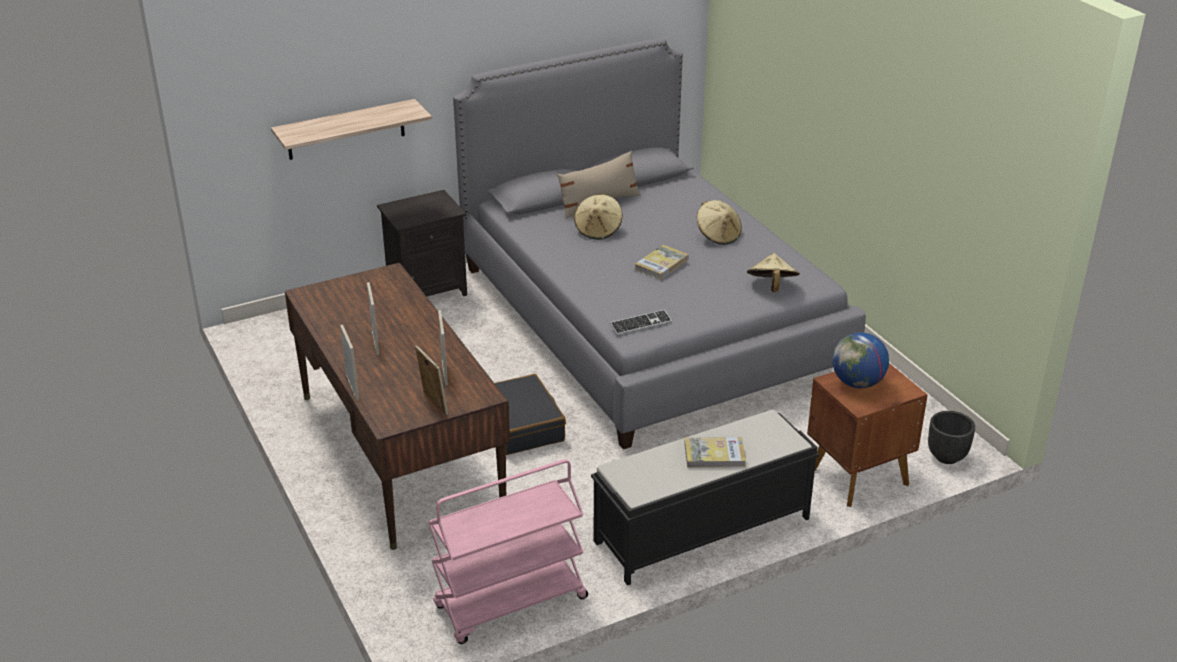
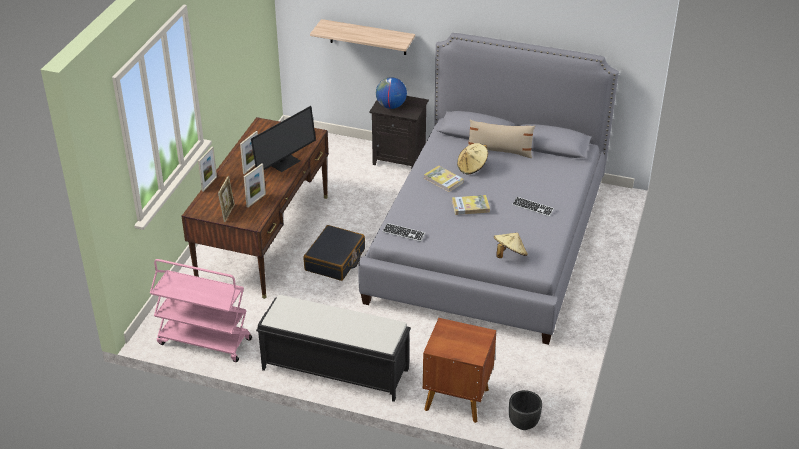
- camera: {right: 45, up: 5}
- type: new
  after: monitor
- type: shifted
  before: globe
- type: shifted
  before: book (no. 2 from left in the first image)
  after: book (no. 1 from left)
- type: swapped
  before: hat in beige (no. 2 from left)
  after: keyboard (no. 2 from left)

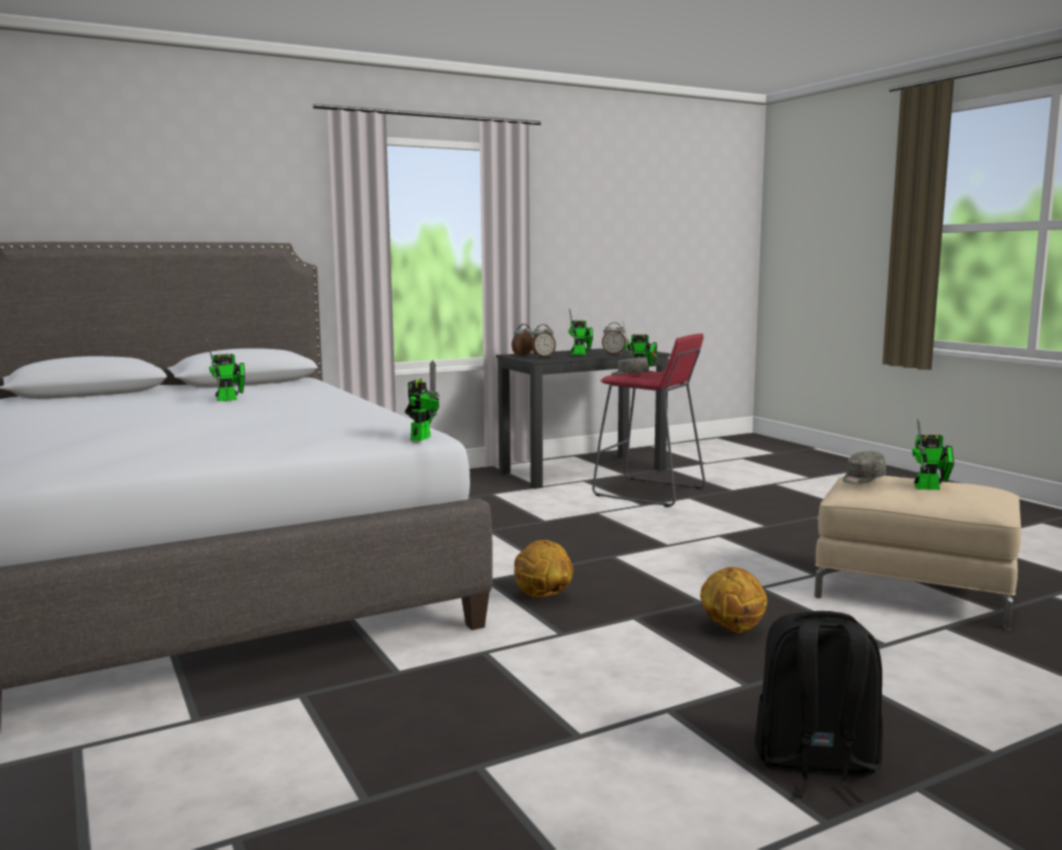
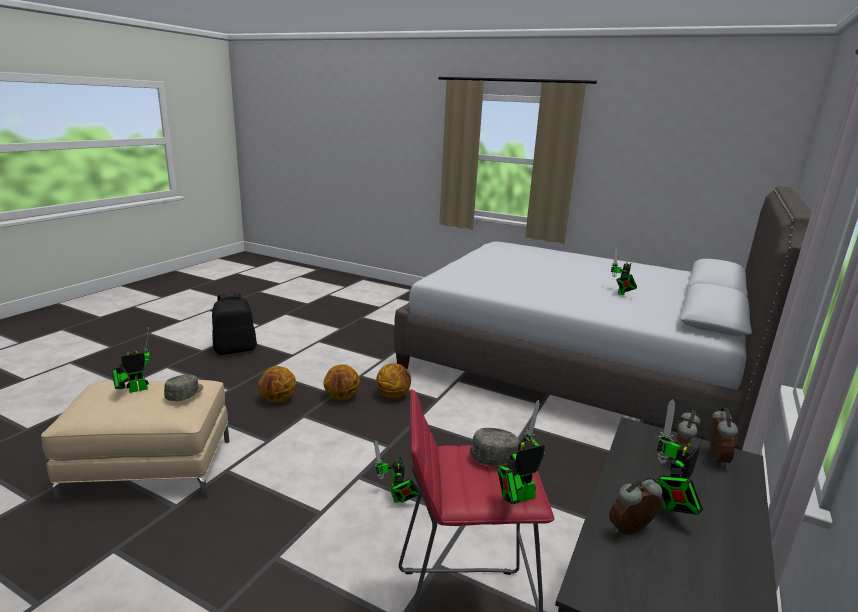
- camera: {right: 145, up: 10}
- type: new
  after: basketball (no. 2 from left)
- type: shifted
  before: toy robot (no. 2 from left)

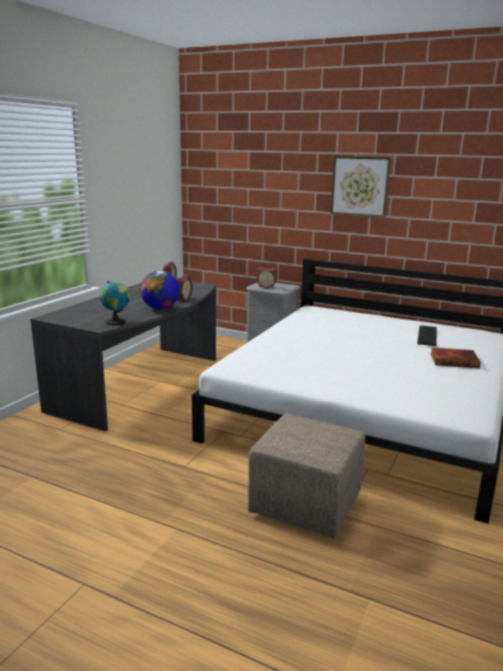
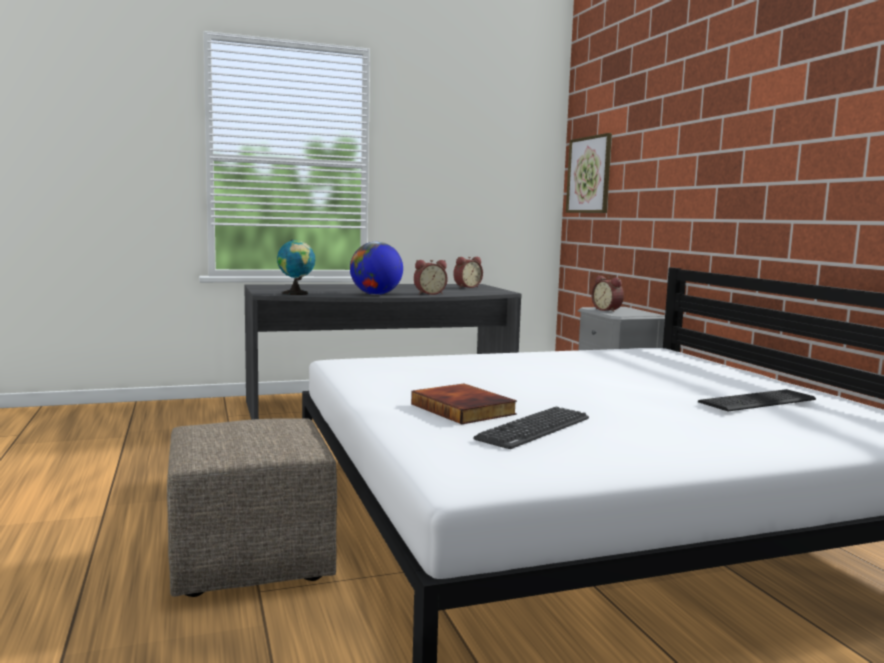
- camera: {right: 45, up: -10}
- type: shifted
  before: book
- type: new
  after: keyboard (no. 1 from left)
- type: shifted
  before: picture

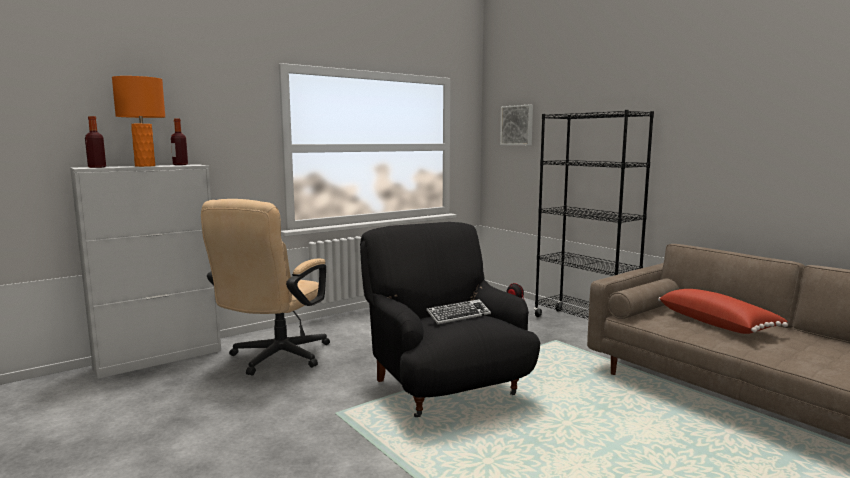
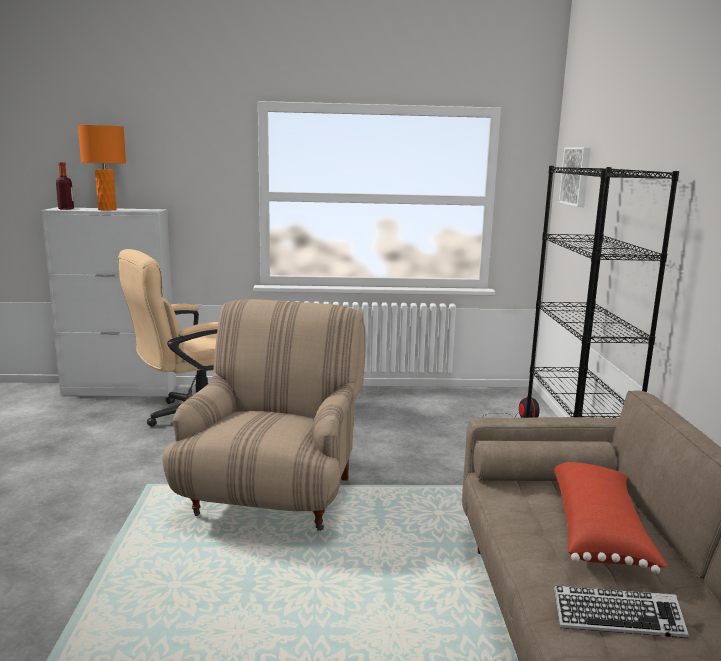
- camera: {right: 35, up: 5}
- type: repainted
  before: armchair in black
  after: armchair in beige
- type: shifted
  before: keyboard
- type: gone
  before: bottle (no. 2 from left)

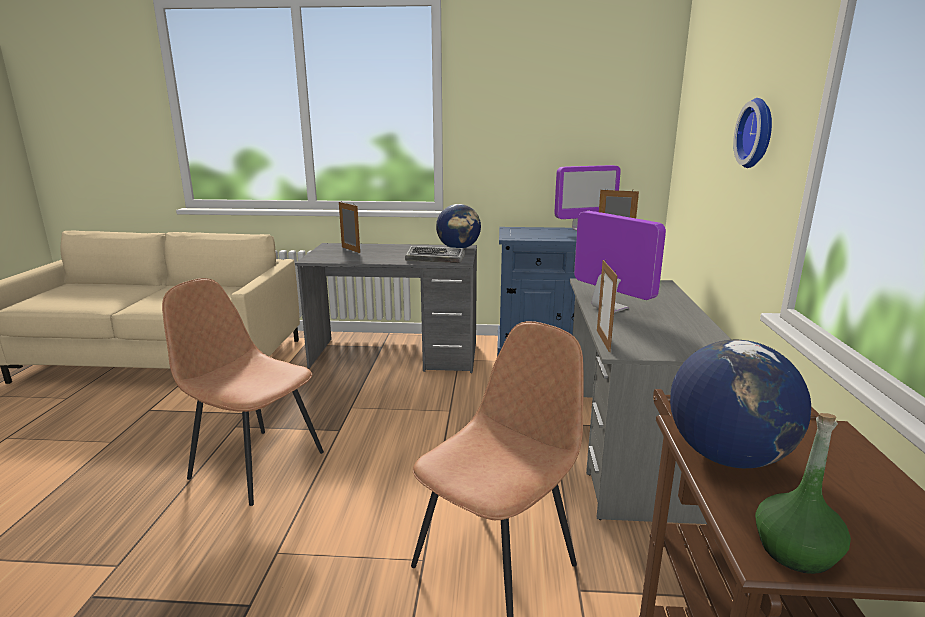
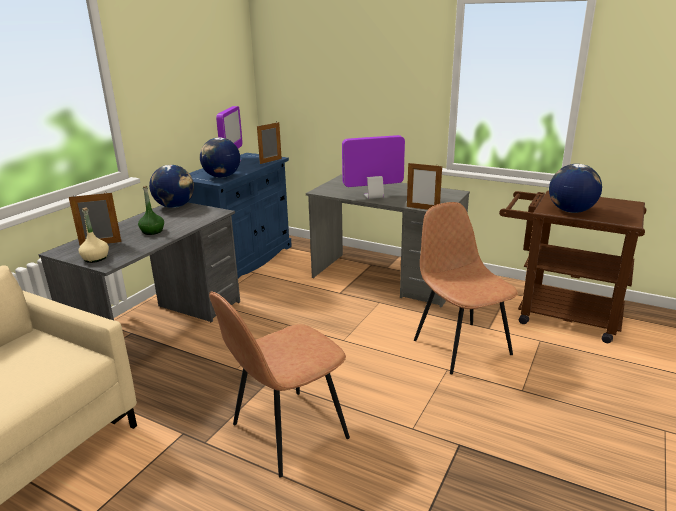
- camera: {right: -65, up: 5}
- type: new
  after: bottle in beige
- type: shifted
  before: bottle in green
- type: new
  after: globe (no. 2 from left)
- type: gone
  before: keyboard
- type: gone
  before: wall clock

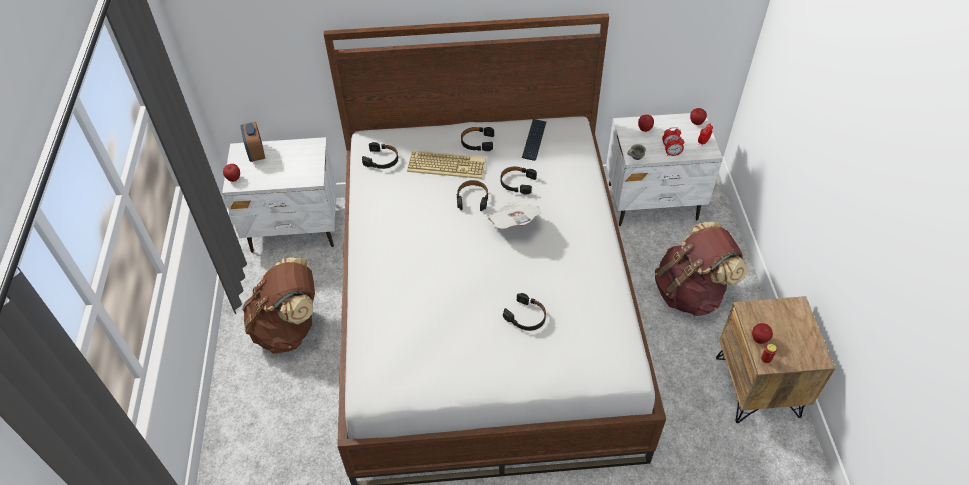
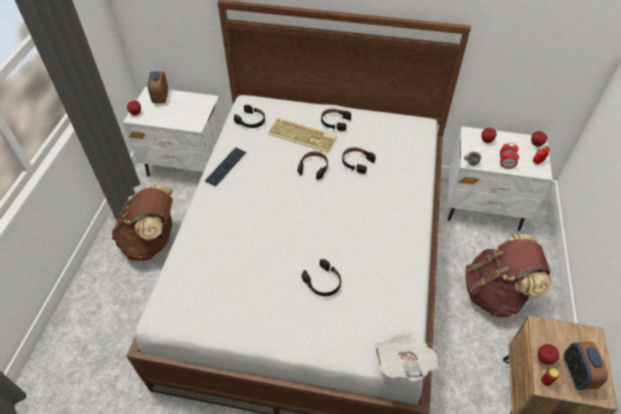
- camera: {right: 15, up: 0}
- type: shifted
  before: keyboard (no. 2 from left in the first image)
  after: keyboard (no. 1 from left)
- type: shifted
  before: newspaper
- type: new
  after: alarm clock (no. 5 from left)

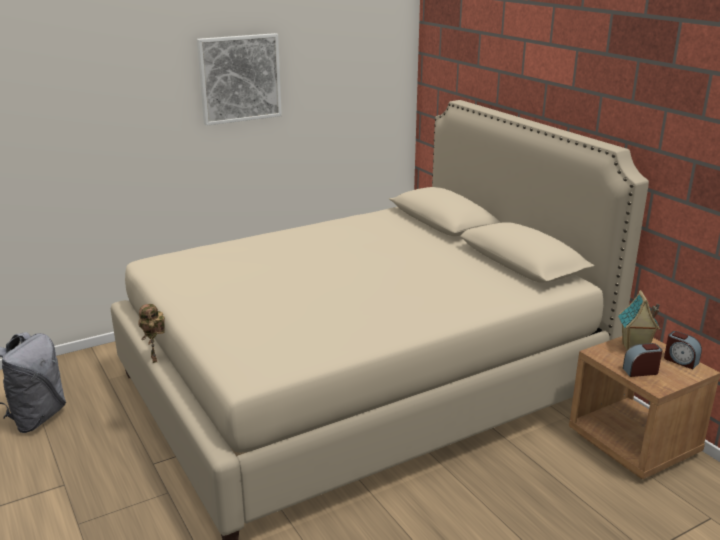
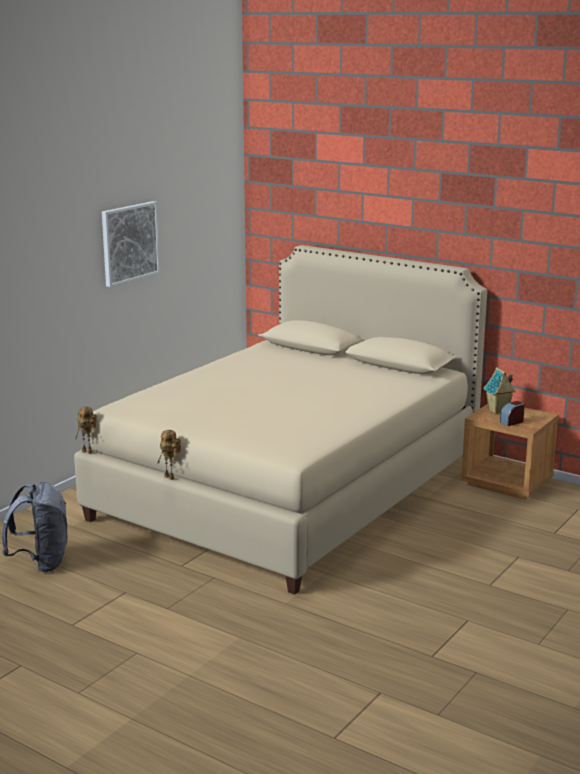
- camera: {right: -25, up: -5}
- type: new
  after: toy robot (no. 1 from left)
- type: gone
  before: alarm clock (no. 2 from left)

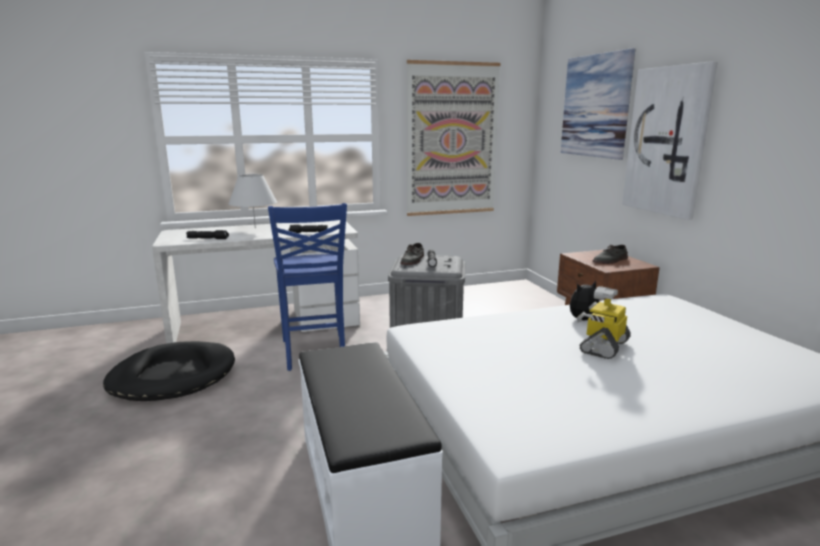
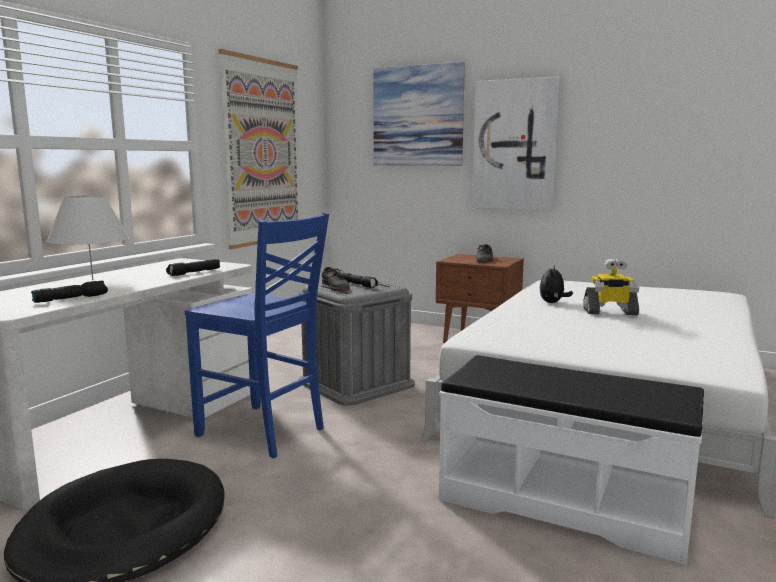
- camera: {right: -45, up: -5}
- type: rotated
  before: toy robot
  turn: -75

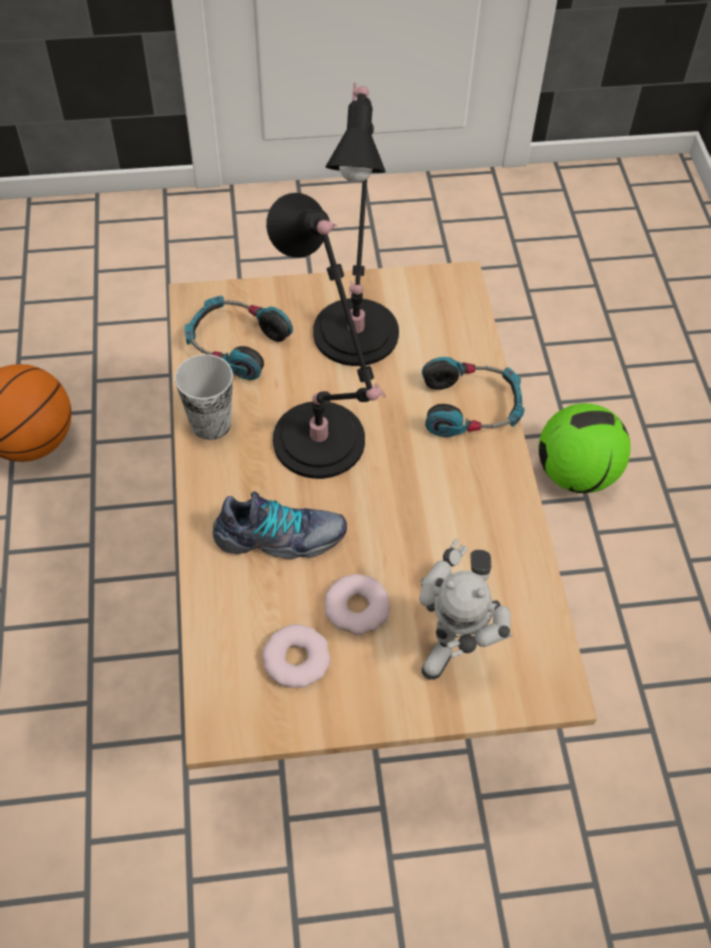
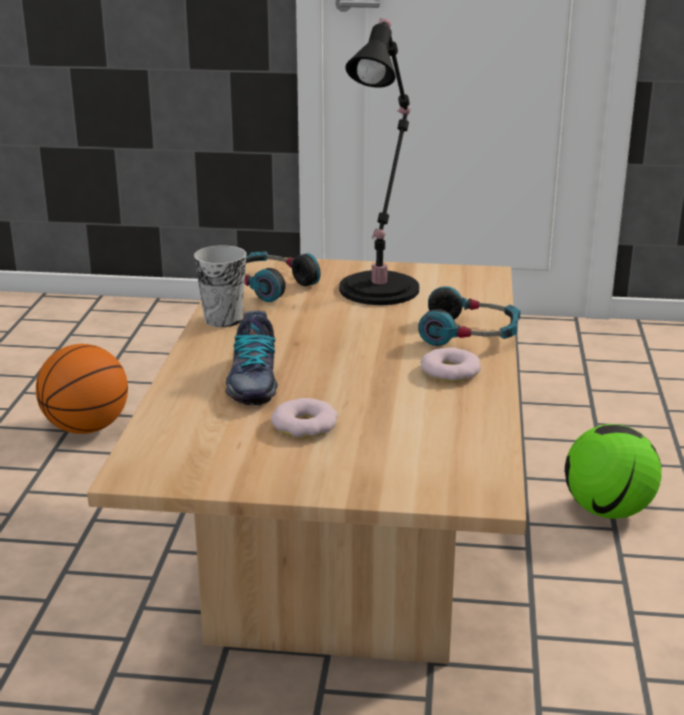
- camera: {right: 15, up: -30}
- type: rotated
  before: shoe
  turn: 75
- type: shifted
  before: donut (no. 1 from left in the first image)
  after: donut (no. 2 from left)
- type: gone
  before: table lamp in black (no. 1 from left)
- type: gone
  before: toy robot

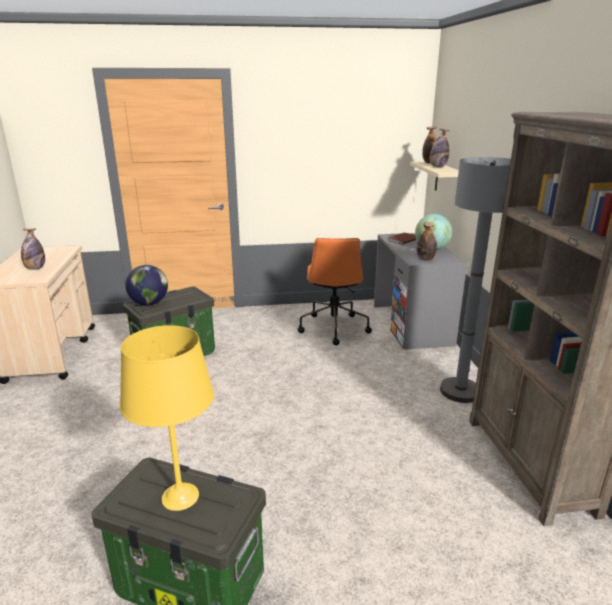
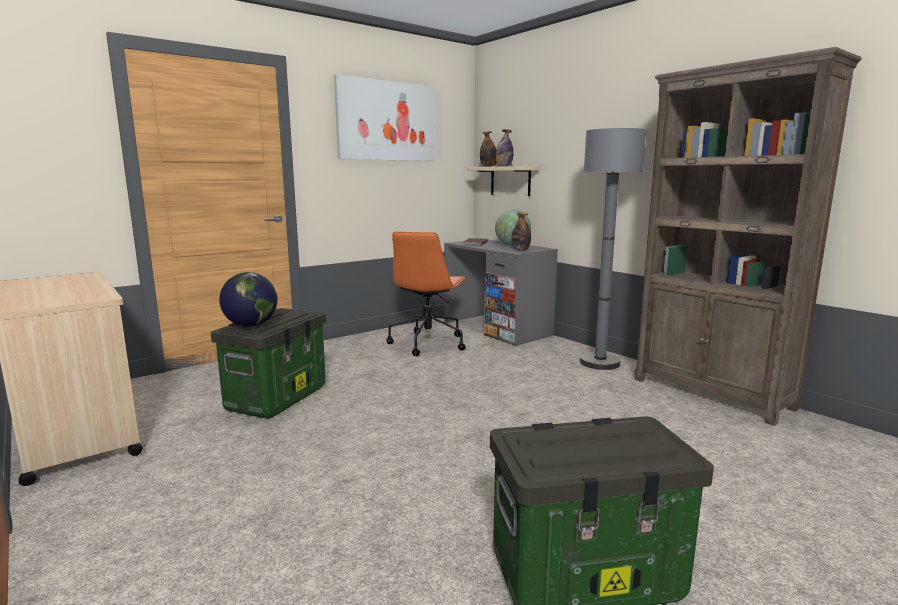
- camera: {right: -30, up: -10}
- type: new
  after: picture
- type: rotated
  before: office chair in orange
  turn: 45
- type: gone
  before: bottle (no. 1 from left)
- type: gone
  before: table lamp in yellow

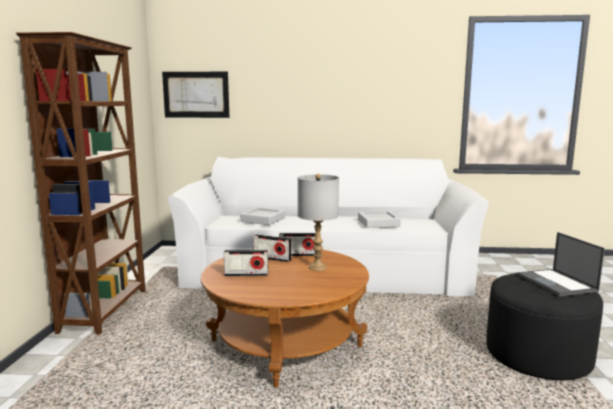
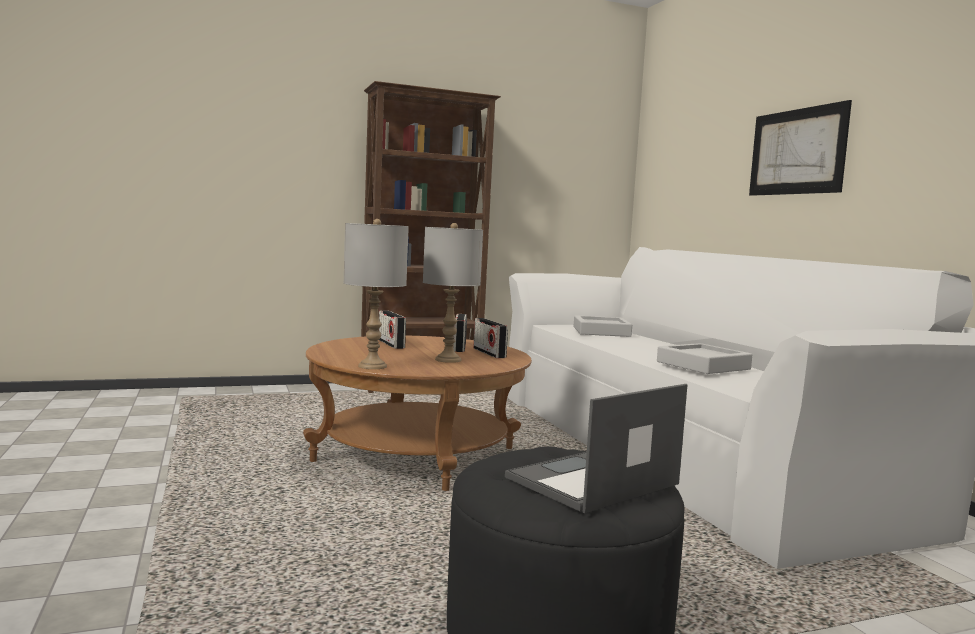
- camera: {right: 65, up: -5}
- type: new
  after: table lamp in grey (no. 1 from left)
- type: shifted
  before: picture

